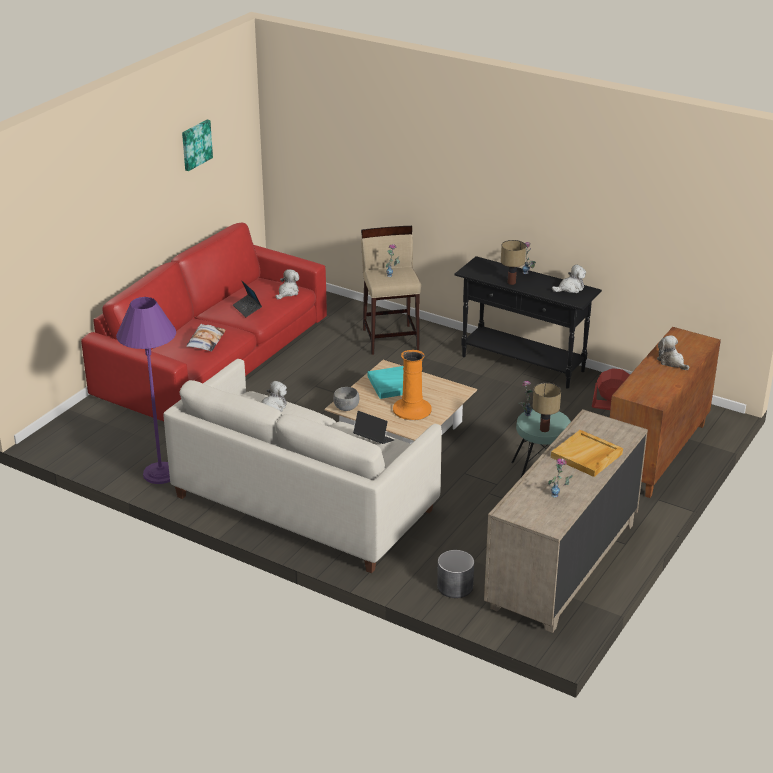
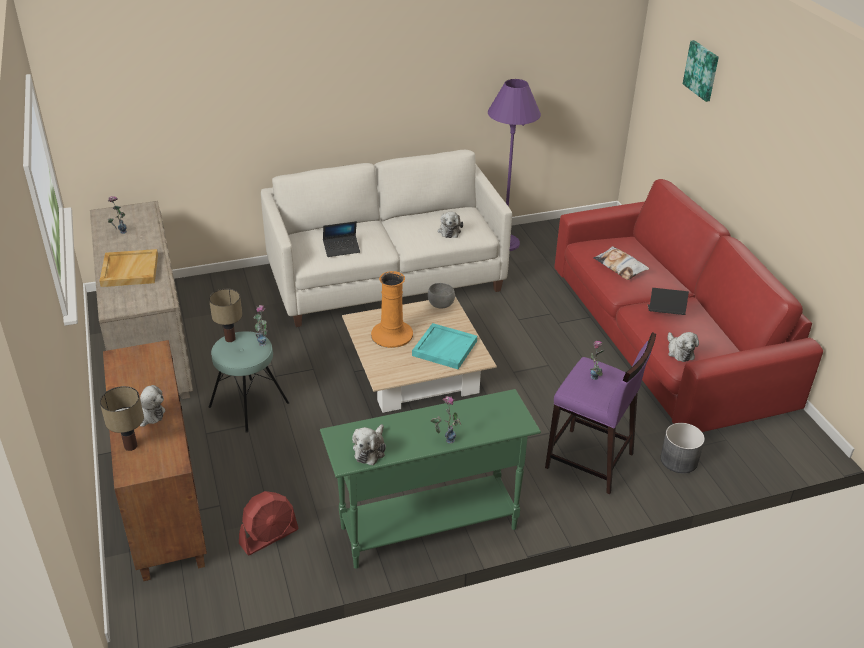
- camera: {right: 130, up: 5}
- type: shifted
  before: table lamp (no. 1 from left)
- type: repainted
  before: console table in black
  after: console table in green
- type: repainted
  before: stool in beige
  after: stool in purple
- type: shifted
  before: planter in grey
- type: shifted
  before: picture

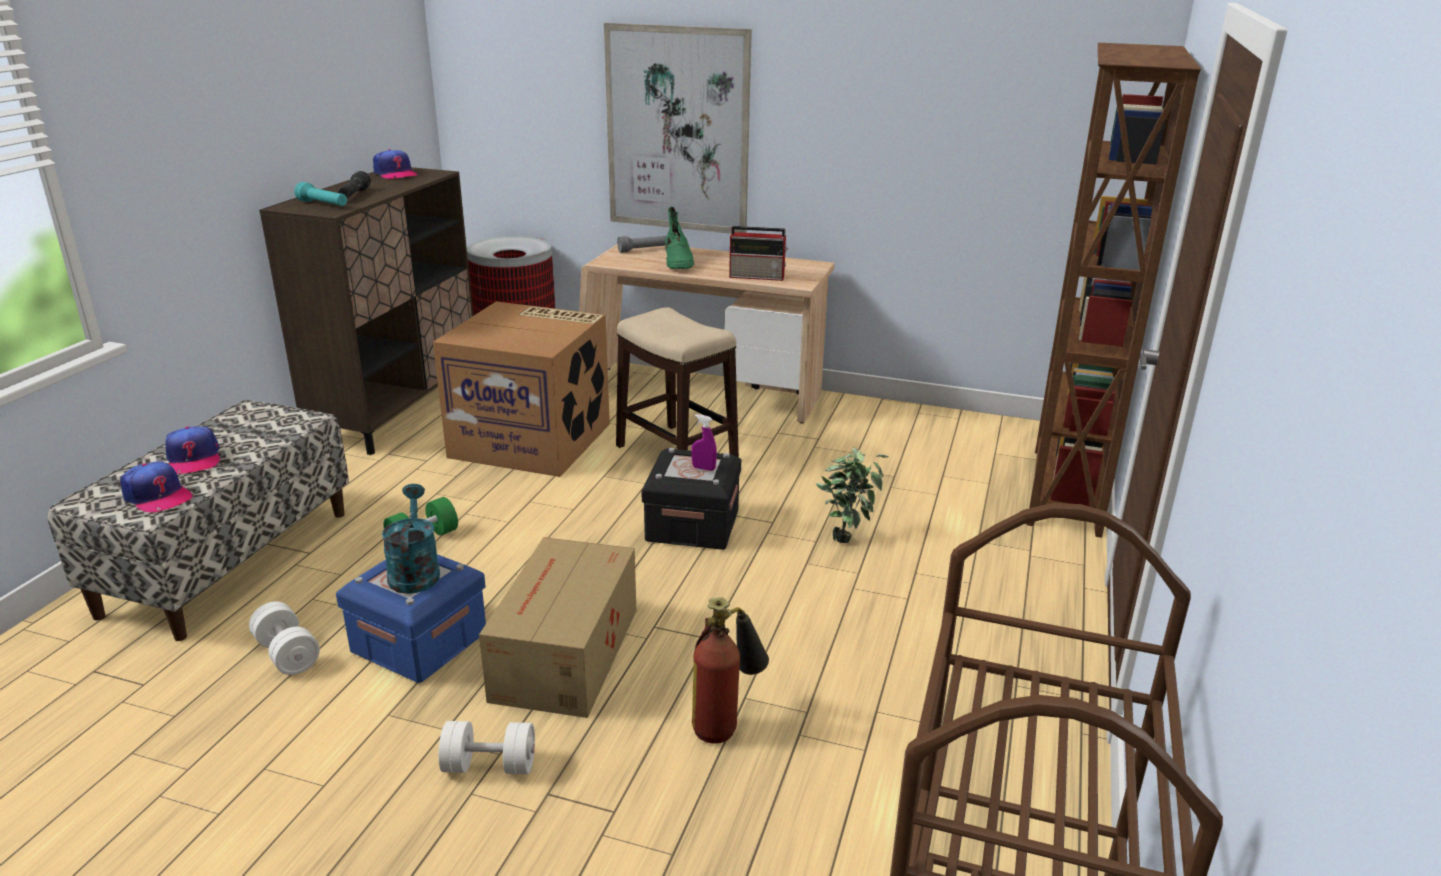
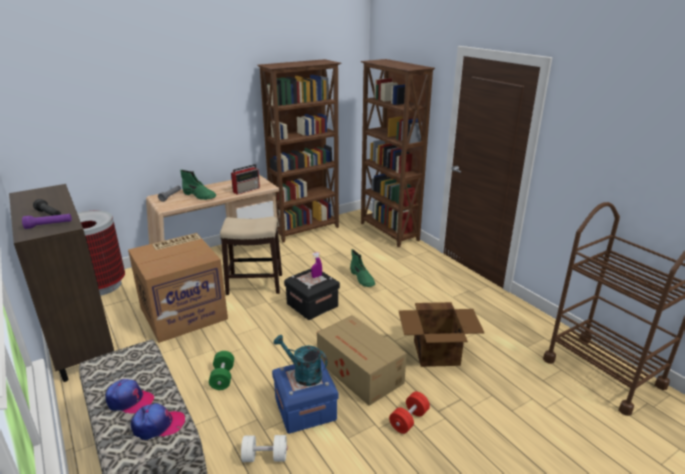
- camera: {right: -50, up: 0}
- type: repainted
  before: flashlight in turquoise
  after: flashlight in purple
- type: new
  after: bookcase in brown (no. 1 from left)
- type: swapped
  before: potted plant
  after: boot in green (no. 2 from left)
- type: repainted
  before: dumbbell in white (no. 2 from left)
  after: dumbbell in red
- type: swapped
  before: fire extinguisher
  after: cardboard box (no. 3 from left)
- type: gone
  before: cap (no. 3 from left)
- type: gone
  before: picture

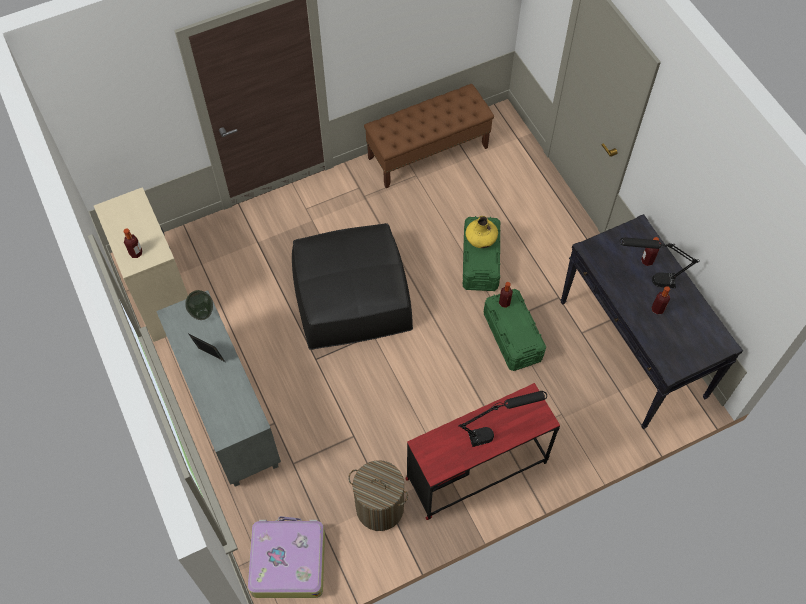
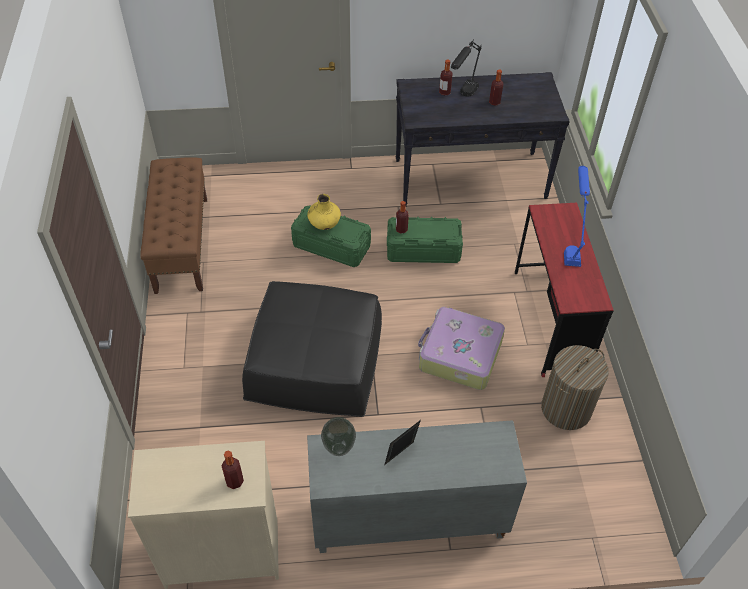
- camera: {right: -70, up: -10}
- type: shifted
  before: suitcase
- type: repainted
  before: table lamp in black (no. 1 from left)
  after: table lamp in blue

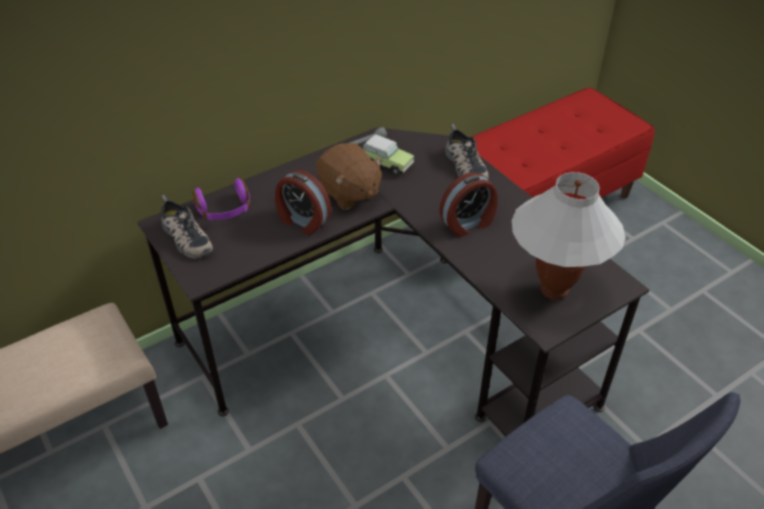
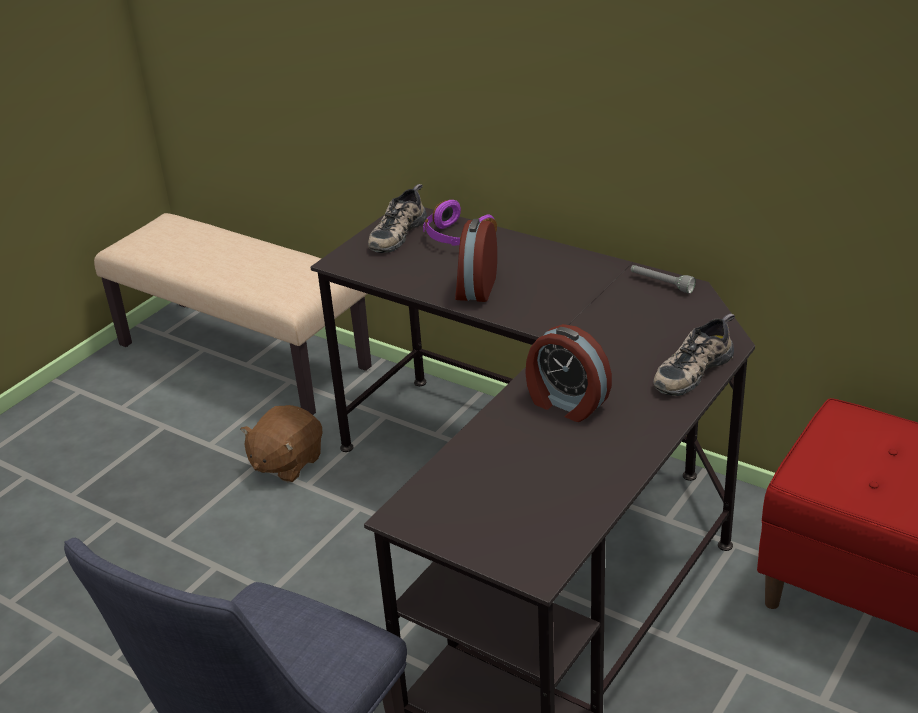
- camera: {right: 70, up: -10}
- type: shifted
  before: plush toy in brown
- type: gone
  before: toy car
- type: gone
  before: table lamp in white

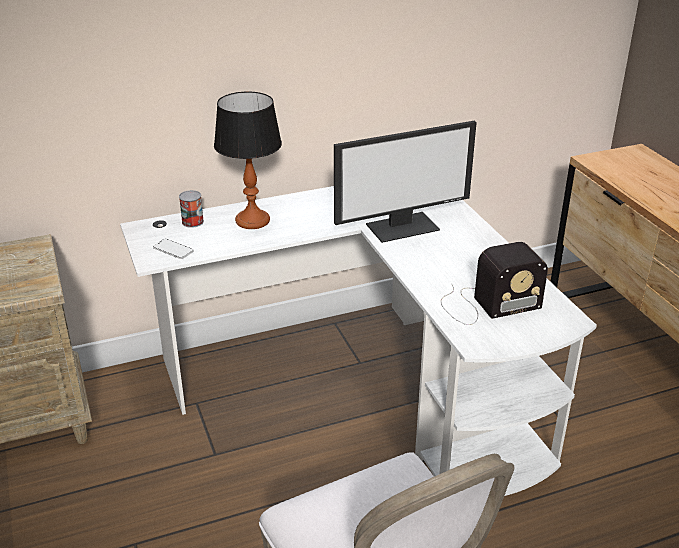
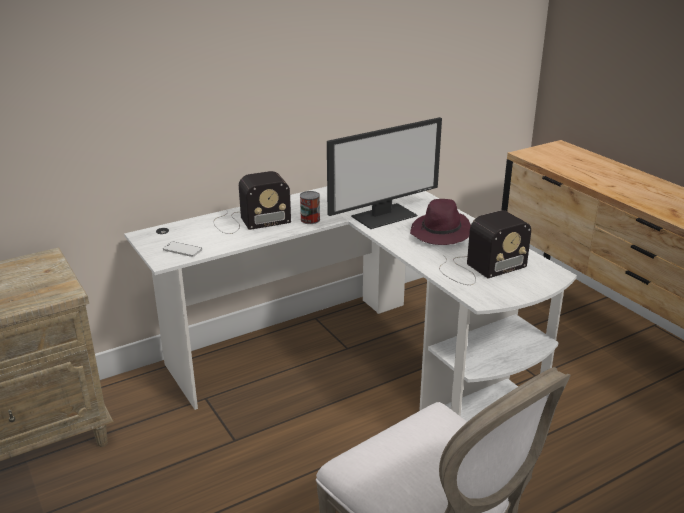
- camera: {right: -10, up: -5}
- type: swapped
  before: table lamp
  after: radio (no. 1 from left)
- type: shifted
  before: can
- type: new
  after: hat in purple

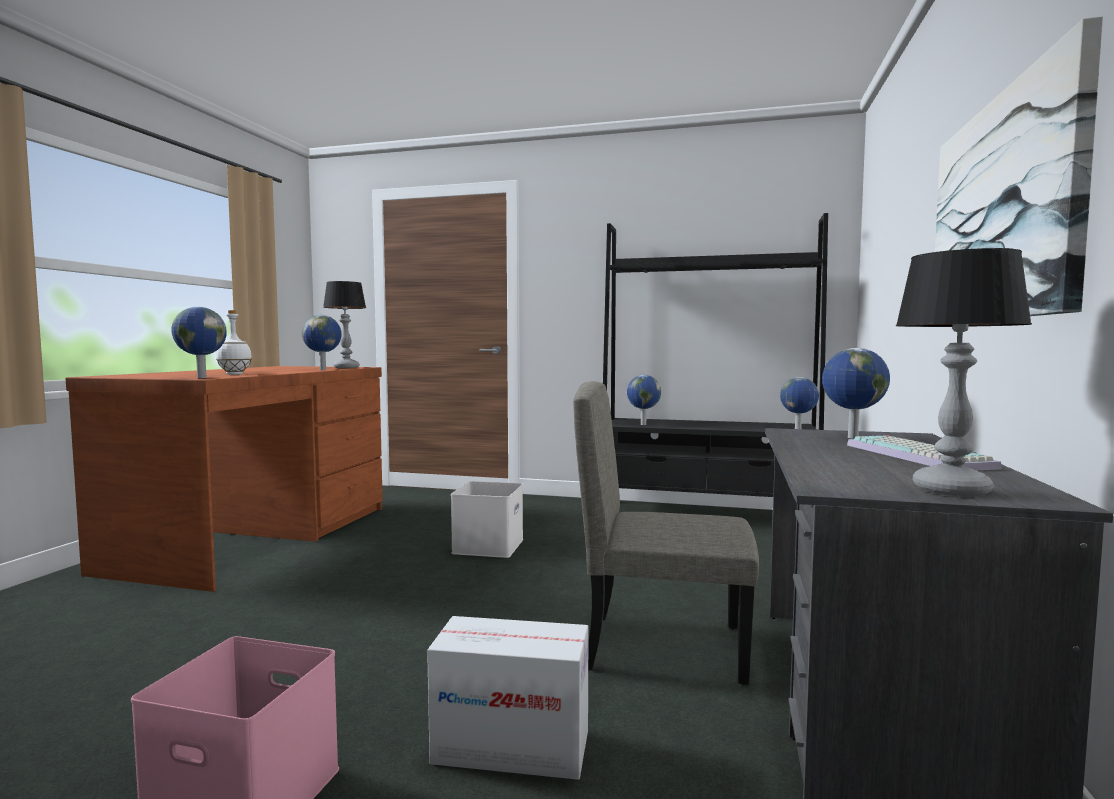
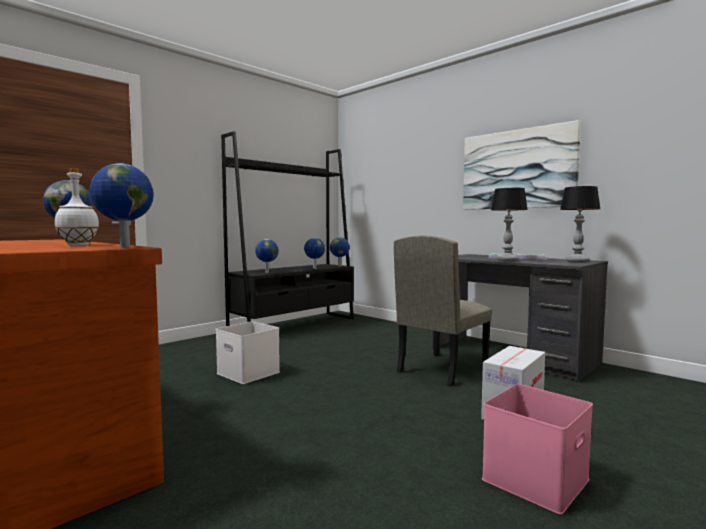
- camera: {right: -60, up: 0}
- type: shifted
  before: globe (no. 5 from left in the first image)
  after: globe (no. 4 from left)
- type: shifted
  before: table lamp (no. 1 from left)

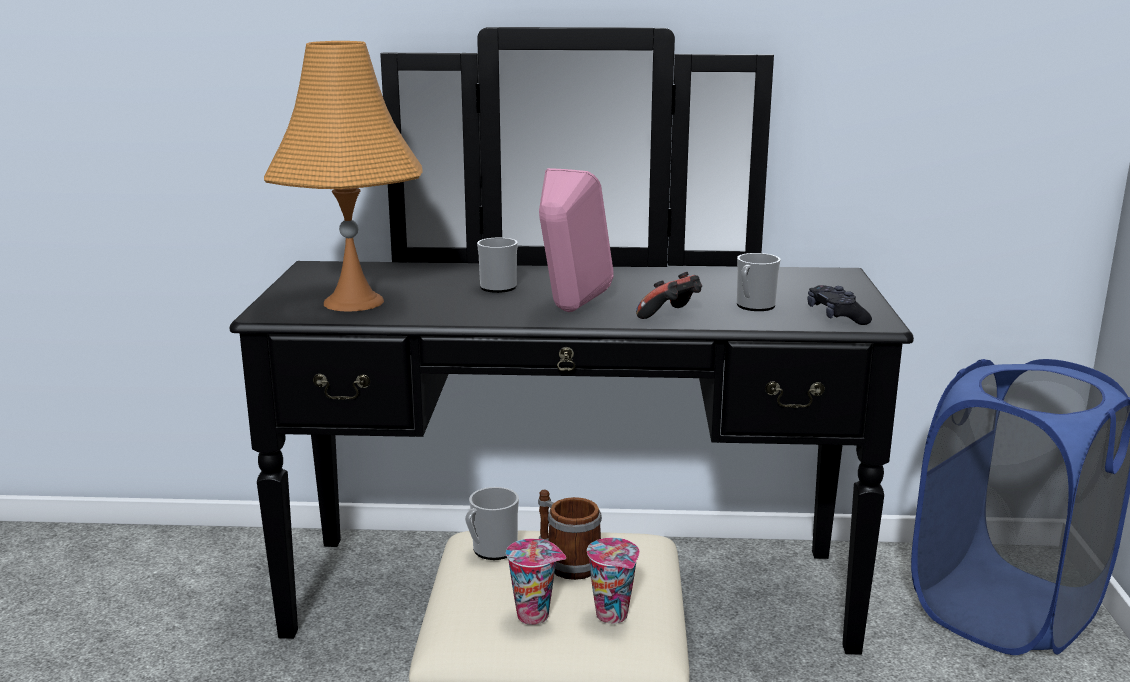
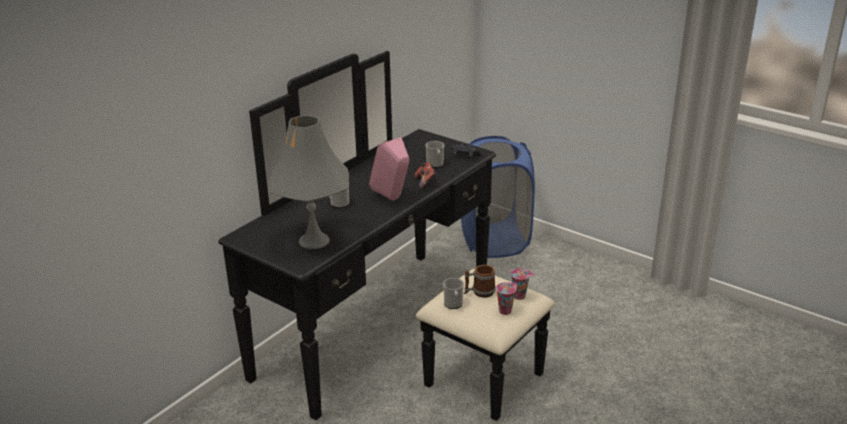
- camera: {right: -55, up: 10}
- type: repainted
  before: table lamp in orange
  after: table lamp in grey

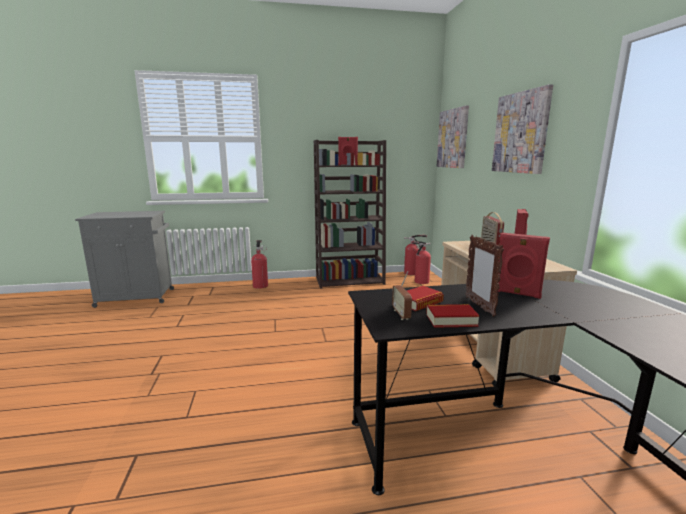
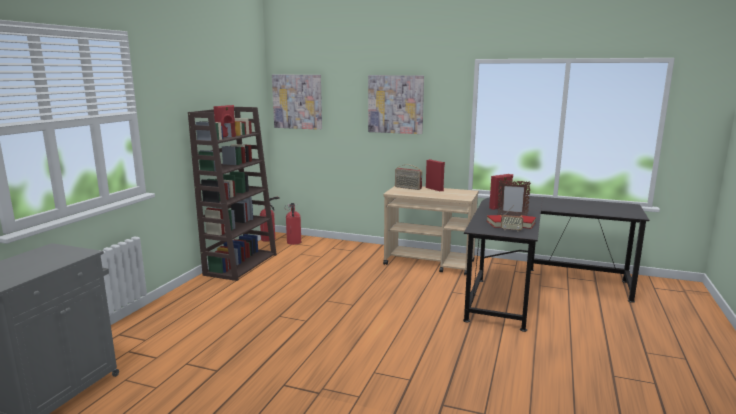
- camera: {right: -60, up: 0}
- type: gone
  before: fire extinguisher (no. 1 from left)

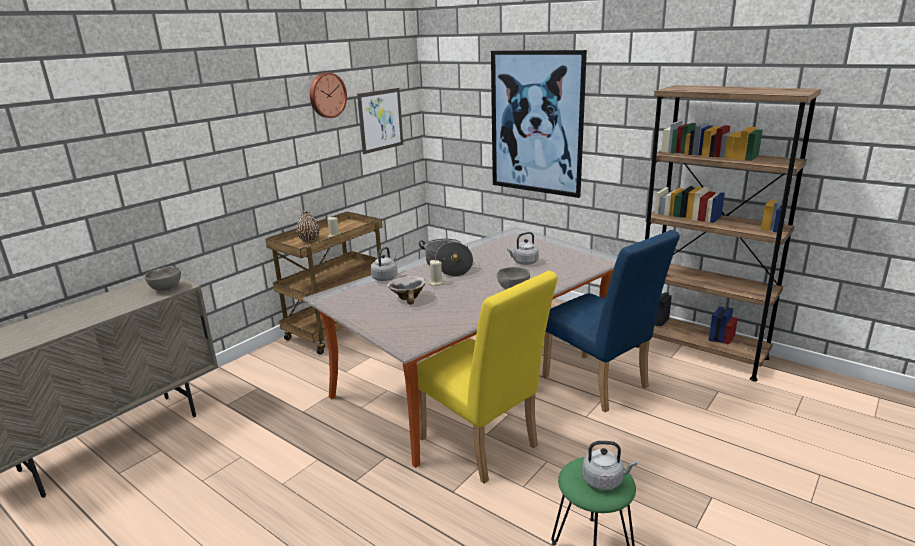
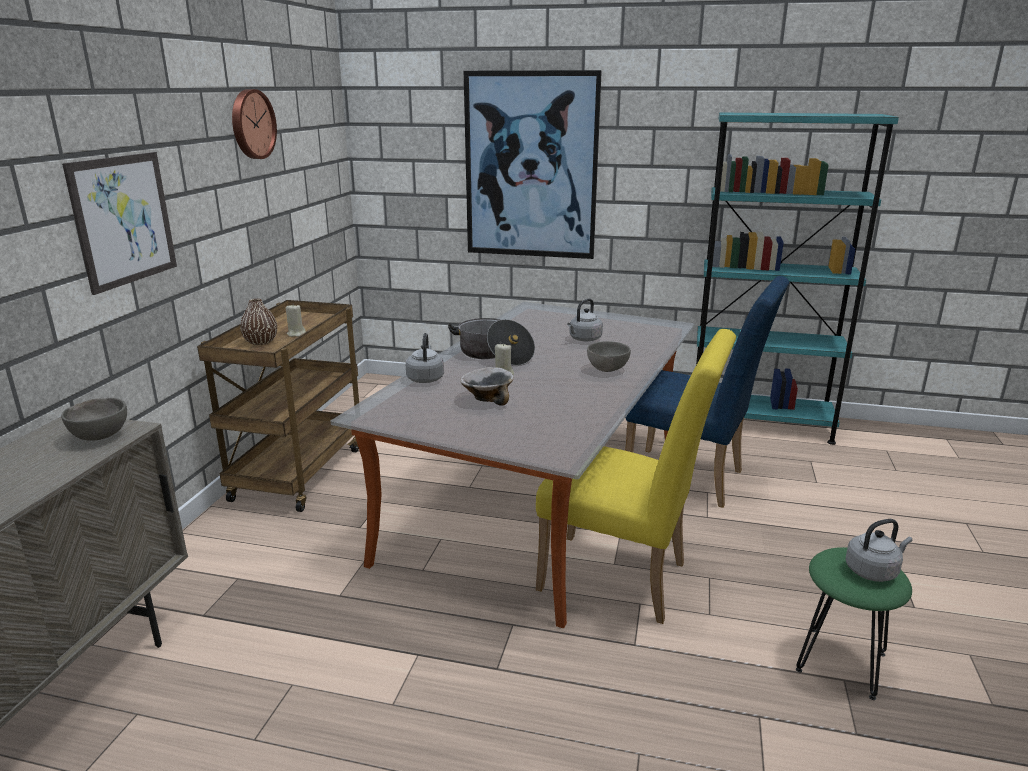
- camera: {right: -25, up: 0}
- type: shifted
  before: picture (no. 1 from left)
- type: repainted
  before: bookcase in brown
  after: bookcase in turquoise

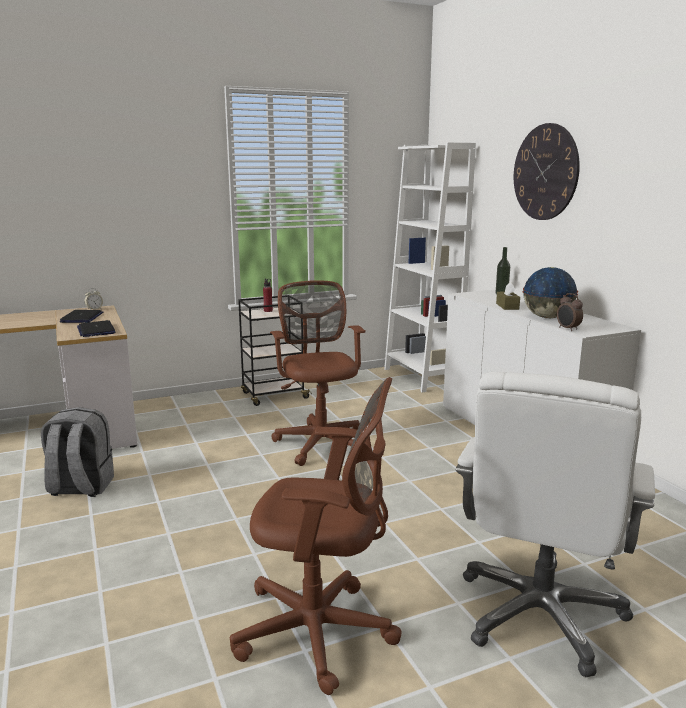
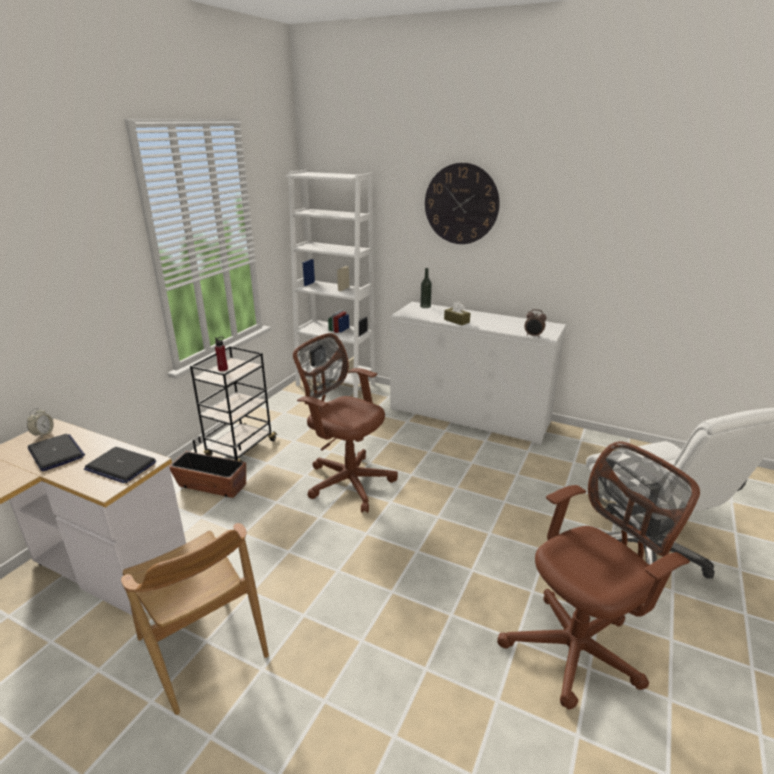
- camera: {right: -40, up: 10}
- type: swapped
  before: backpack in grey
  after: chair in brown
- type: new
  after: planter
- type: gone
  before: globe

